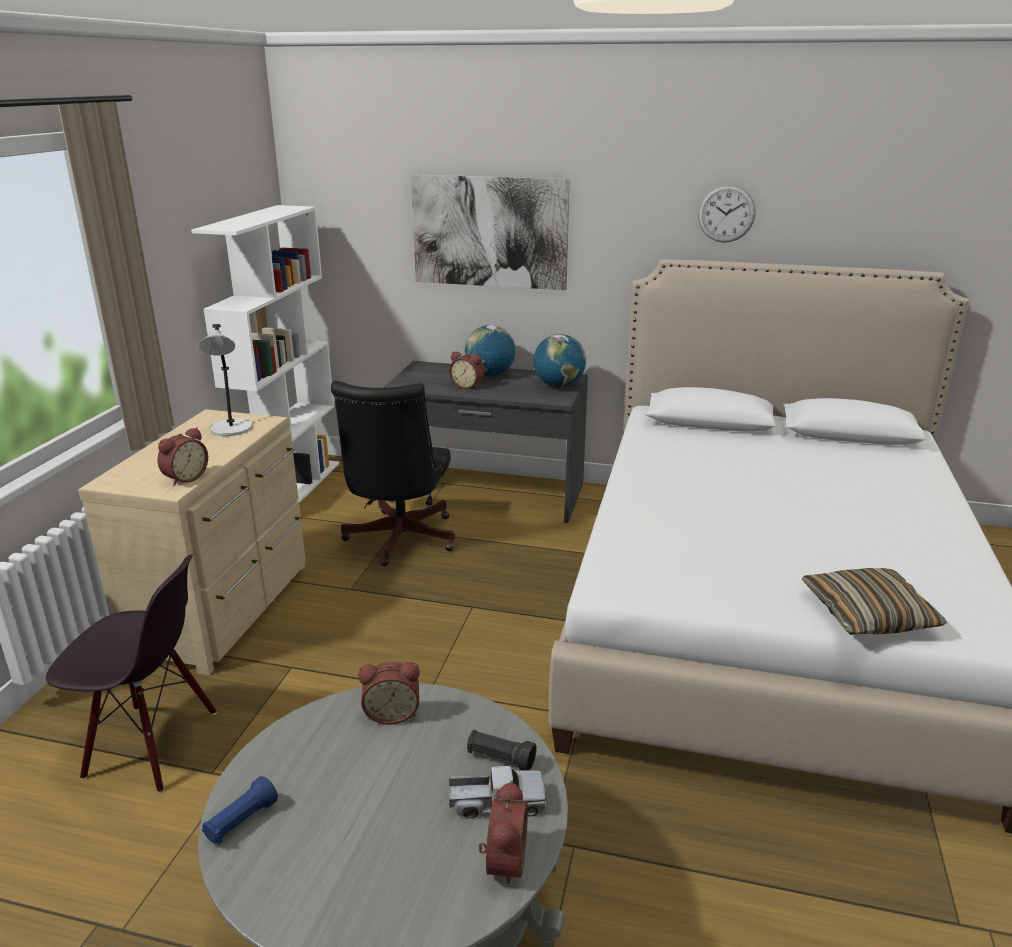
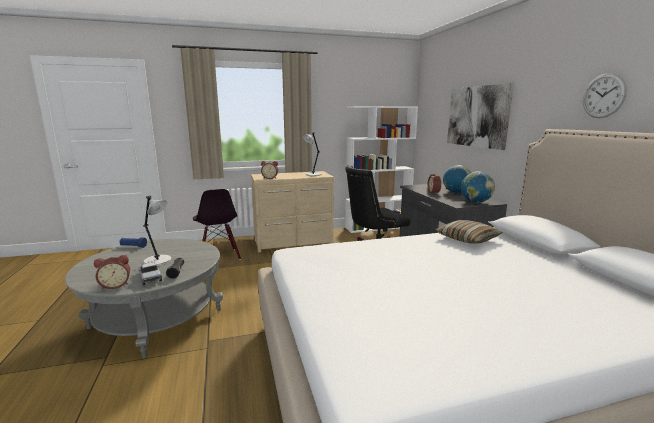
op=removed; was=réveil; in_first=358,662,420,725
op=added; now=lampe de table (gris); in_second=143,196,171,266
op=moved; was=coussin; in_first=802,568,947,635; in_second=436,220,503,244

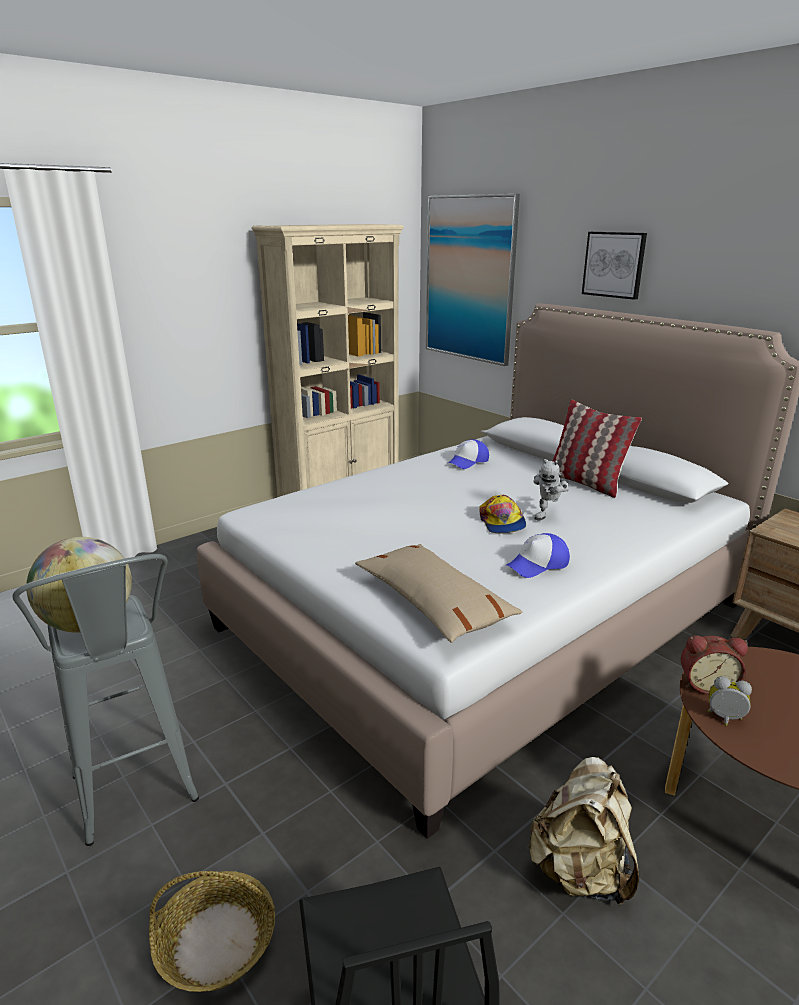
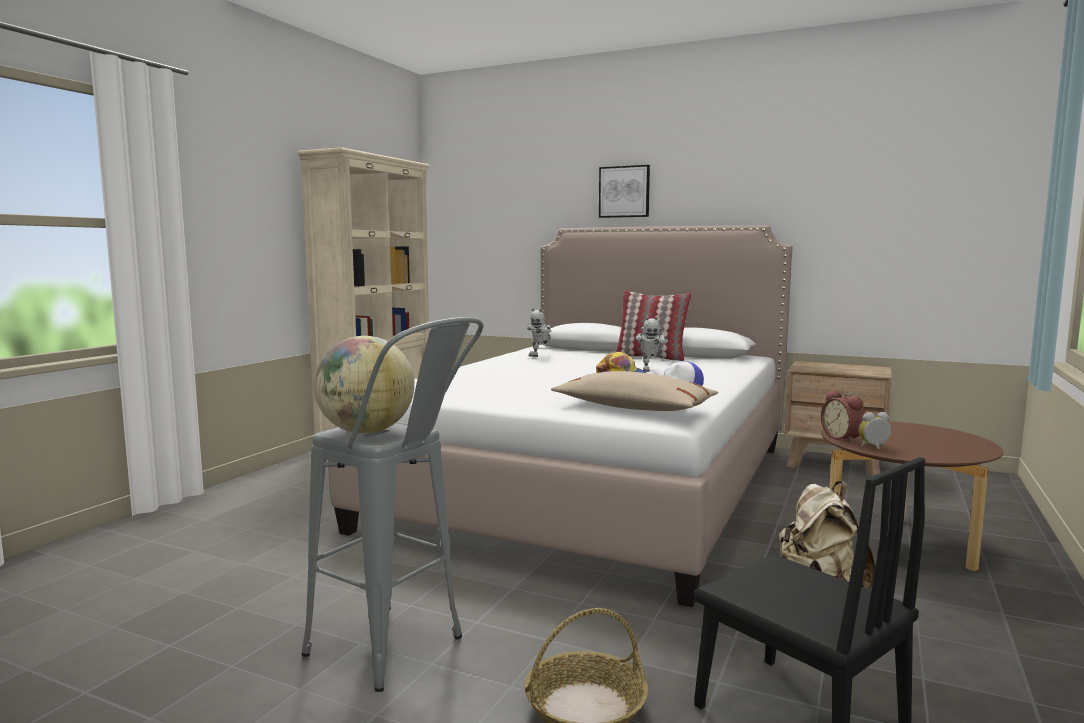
op=removed; was=tableau; in_first=426,194,520,366
op=replaced; was=casquette; now=robot jouet; in_first=448,439,489,469; in_second=527,308,551,357
op=turned; was=réveil; in_first=681,635,748,695; in_second=821,390,865,443; clockwise=90

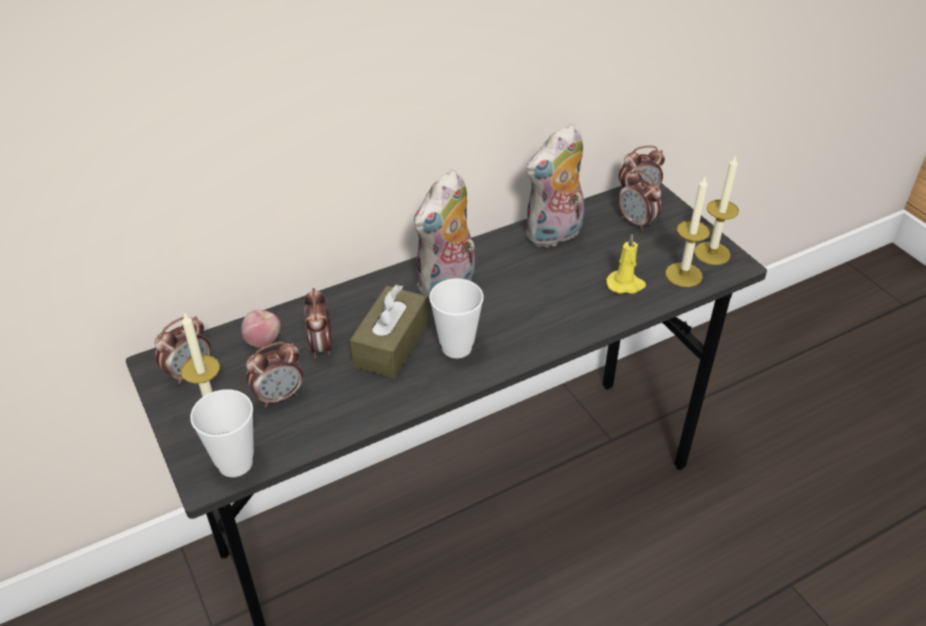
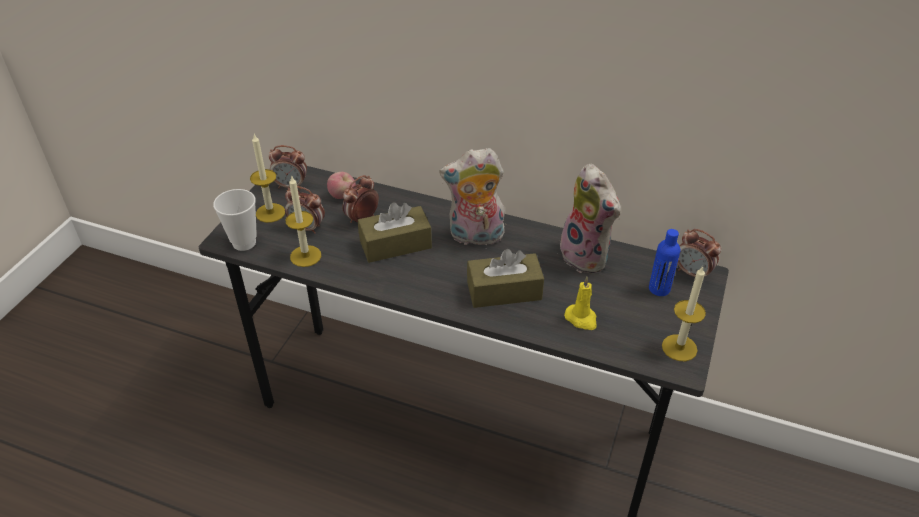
op=removed; was=tasse; in_first=429,279,484,358
op=added; now=boîte à mouchoirs (marron); in_second=467,249,544,308
op=moved; was=bougie; in_first=665,177,710,287; in_second=286,175,321,267
op=replaced; was=réveil; now=bouteille (bleu); in_first=618,169,662,231; in_second=649,229,680,296
op=turned; was=peluche; in_first=526,124,584,247; in_second=560,164,621,273; clockwise=-135

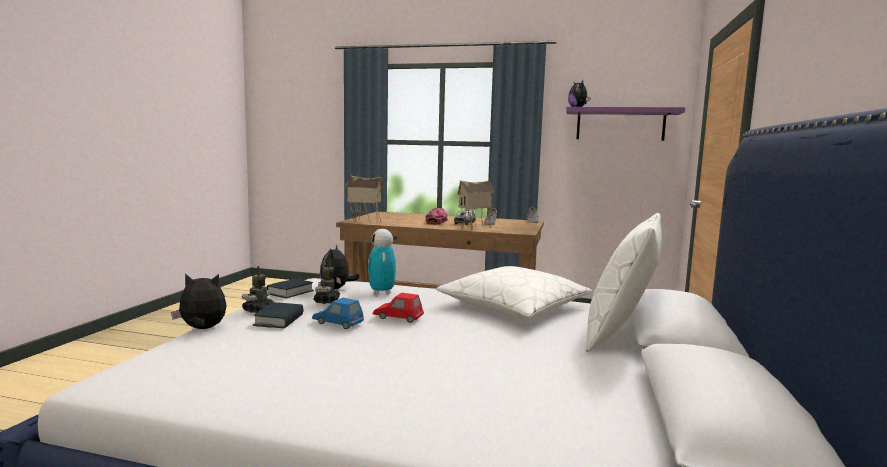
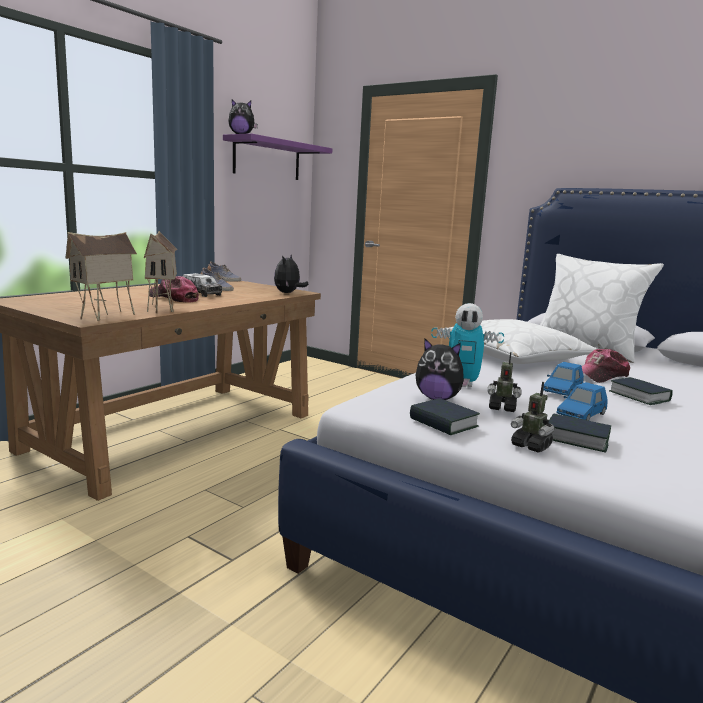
op=added; now=casquette; in_second=582,349,630,383
op=added; now=livre; in_second=609,377,673,405
op=moved; was=peluche; in_first=171,273,227,329; in_second=274,255,309,293
op=moved; was=maison miniature; in_first=457,180,494,230; in_second=144,231,177,313
op=recoloured; was=petite voiture (rouge); now=petite voiture (bleu); in_first=373,293,424,323; in_second=543,362,584,396

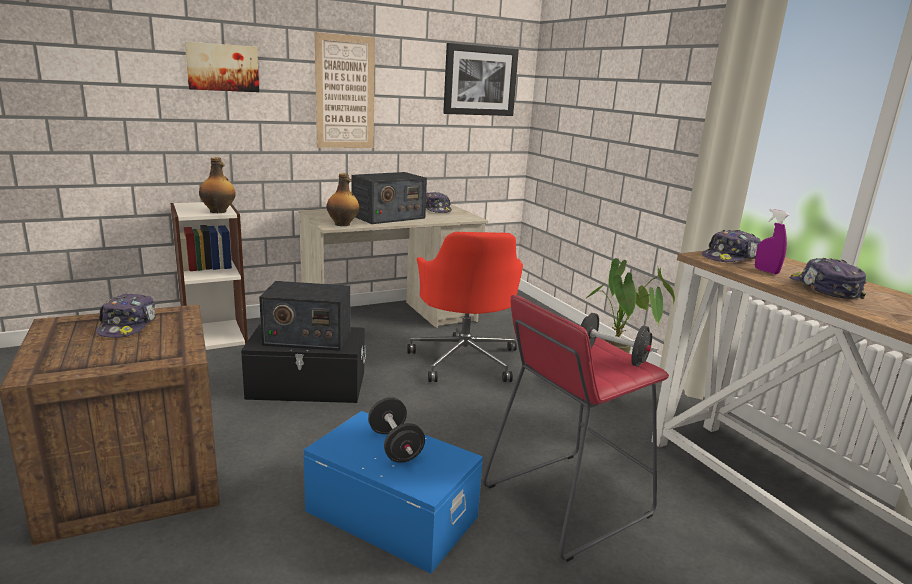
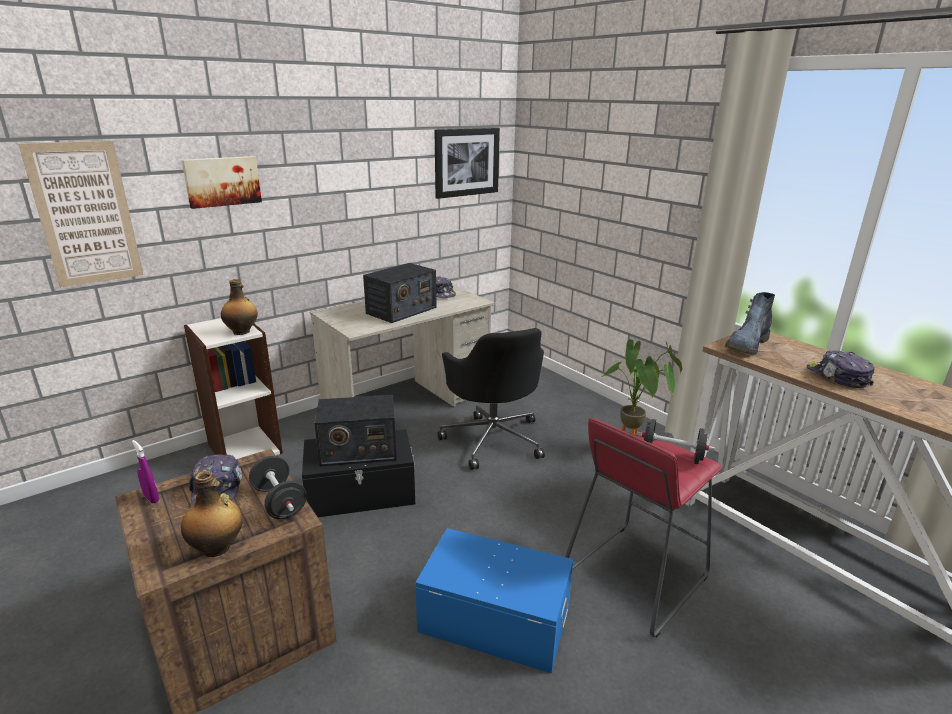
op=moved; was=tableau; in_first=315,32,375,148; in_second=18,141,144,288
op=moved; was=bouteille; in_first=326,173,359,226; in_second=181,471,243,557
op=moved; was=haltère (noir); in_first=368,397,425,463; in_second=249,456,307,519
op=moved; was=vaporisateur (violet); in_first=755,209,789,274; in_second=132,440,159,503
op=replaced; was=casquette; now=botte; in_first=702,230,761,262; in_second=725,292,775,354
op=recoloured; was=chaise de bureau (rouge); now=chaise de bureau (noir); in_first=407,232,523,382; in_second=438,328,545,470

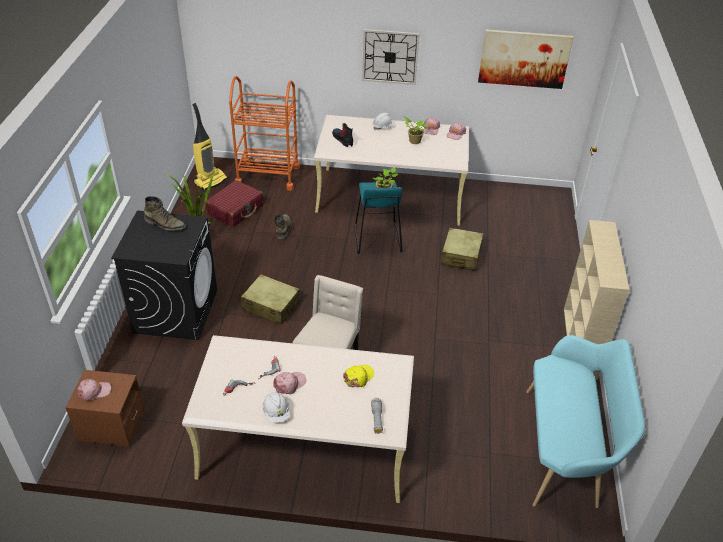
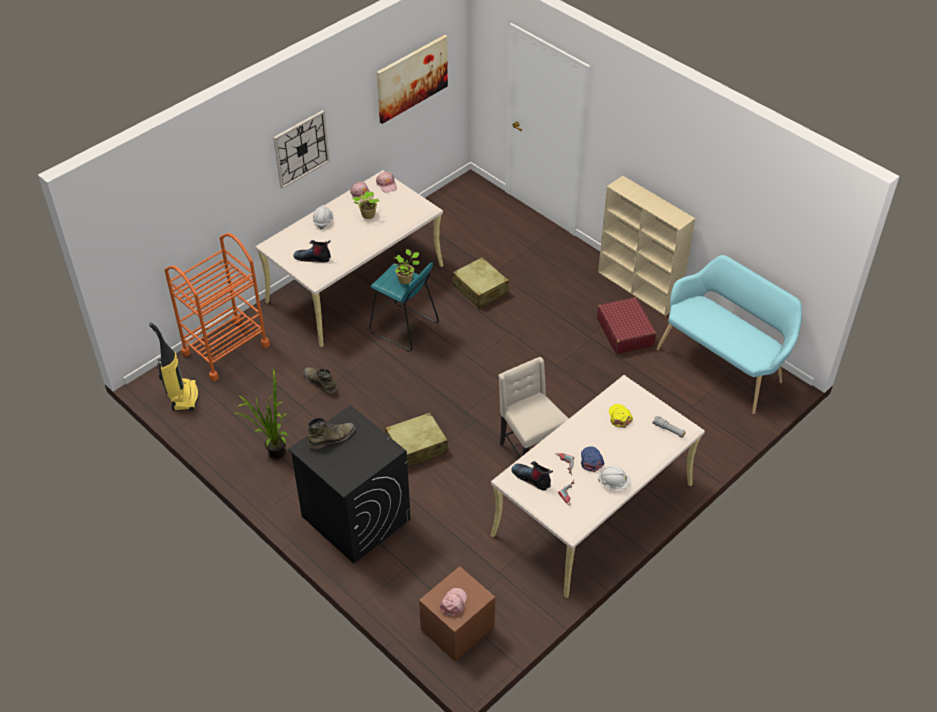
op=added; now=botte; in_second=511,461,553,491
op=moved; was=valise (rouge); in_first=205,180,264,227; in_second=597,297,656,354
op=recoloured; was=casquette (rose); now=casquette (bleu); in_first=273,372,306,394; in_second=581,446,604,472

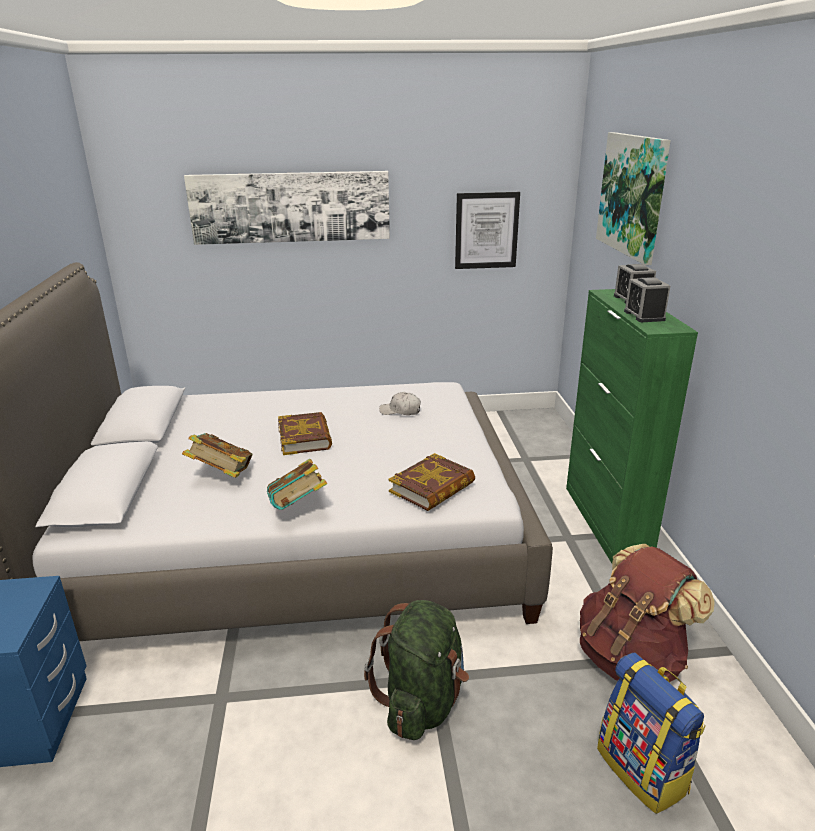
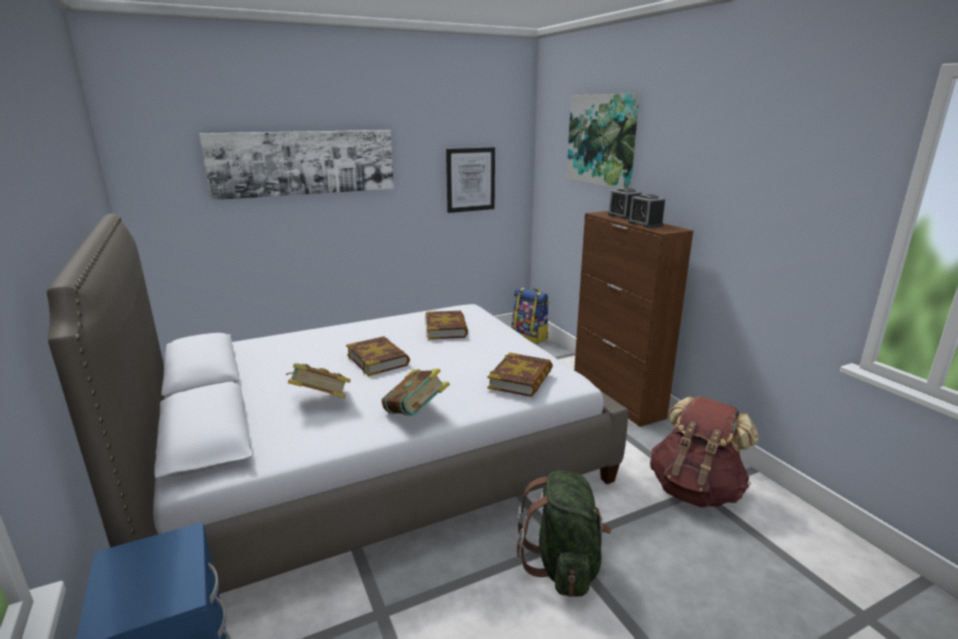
op=moved; was=sac à dos; in_first=597,652,706,814; in_second=512,287,549,344
op=replaced; was=casquette (blanc); now=livre; in_first=379,392,421,415; in_second=426,311,468,340
op=recoloured; was=meuble de rangement (vert); now=meuble de rangement (marron); in_first=566,289,698,563; in_second=574,211,693,427

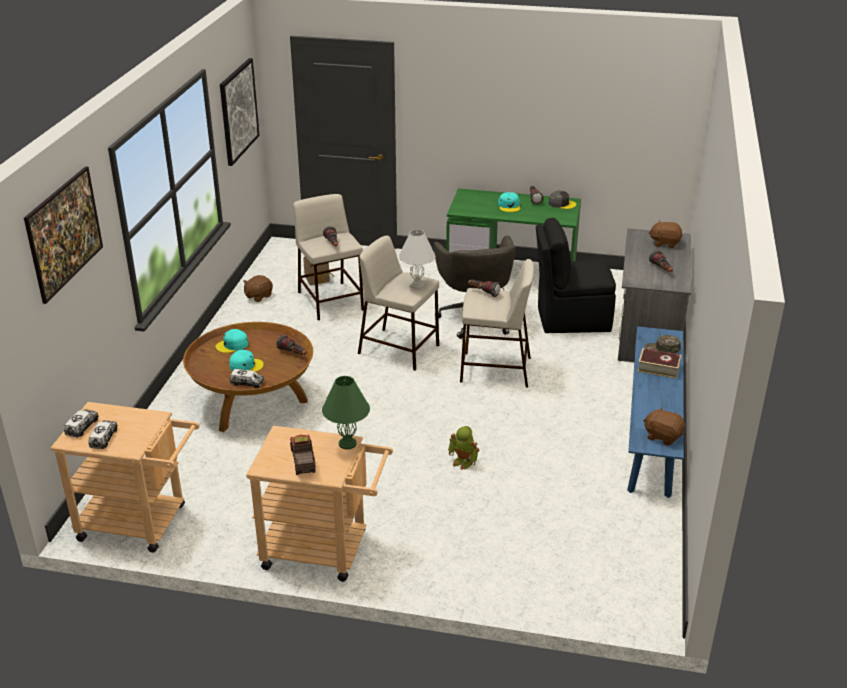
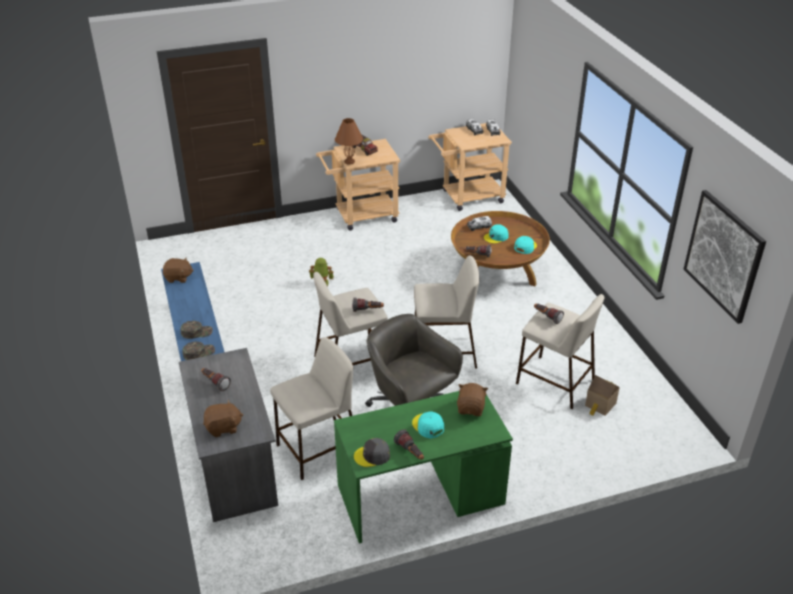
op=removed; was=tableau; in_first=24,166,103,304
op=removed; was=lampe de table (blanc); in_first=399,230,435,289
op=moved; was=peluche (marron); in_first=243,275,273,302; in_second=457,383,488,416
op=replaced; was=chaise (noir); now=tabouret (beige); in_first=536,218,616,333; in_second=270,337,353,480
op=replaced; was=livre; now=casquette (vert); in_first=637,348,681,379; in_second=181,321,213,339
op=recoloured; was=lampe de table (vert); now=lampe de table (marron); in_first=322,376,370,449; in_second=335,118,363,165

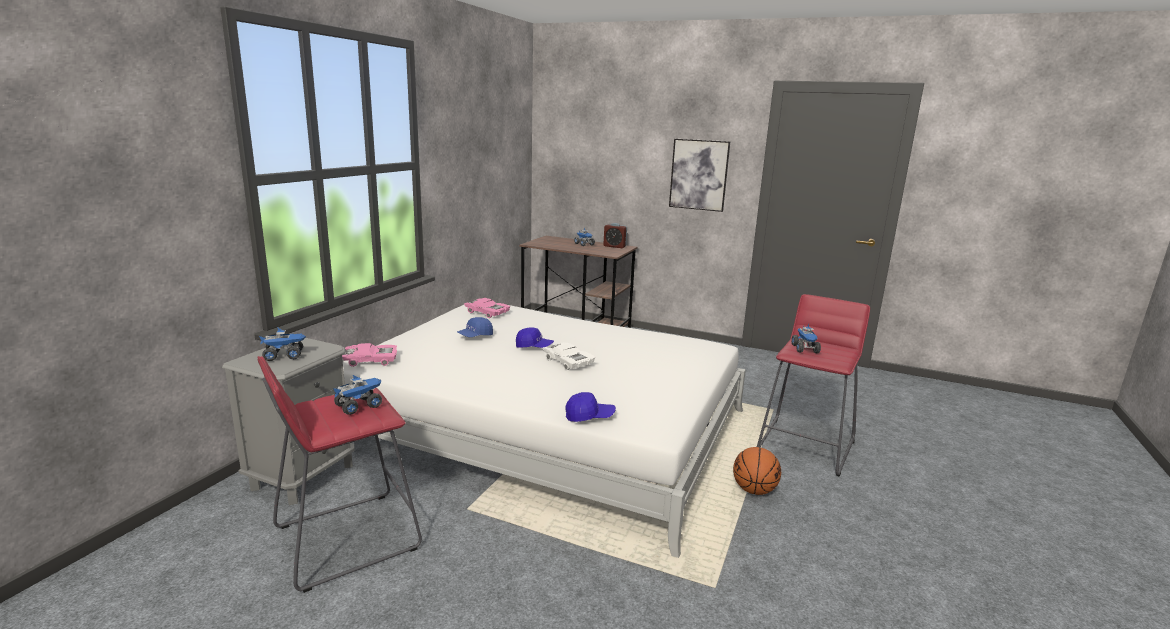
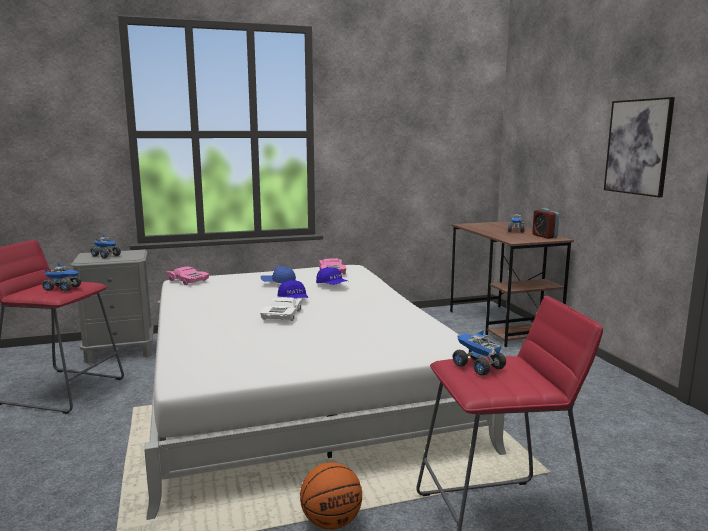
op=moved; was=casquette (bleu); in_first=565,392,616,422; in_second=316,267,347,285
op=turned; was=camion jouet; in_first=792,324,821,353; in_second=452,330,506,375; clockwise=90

